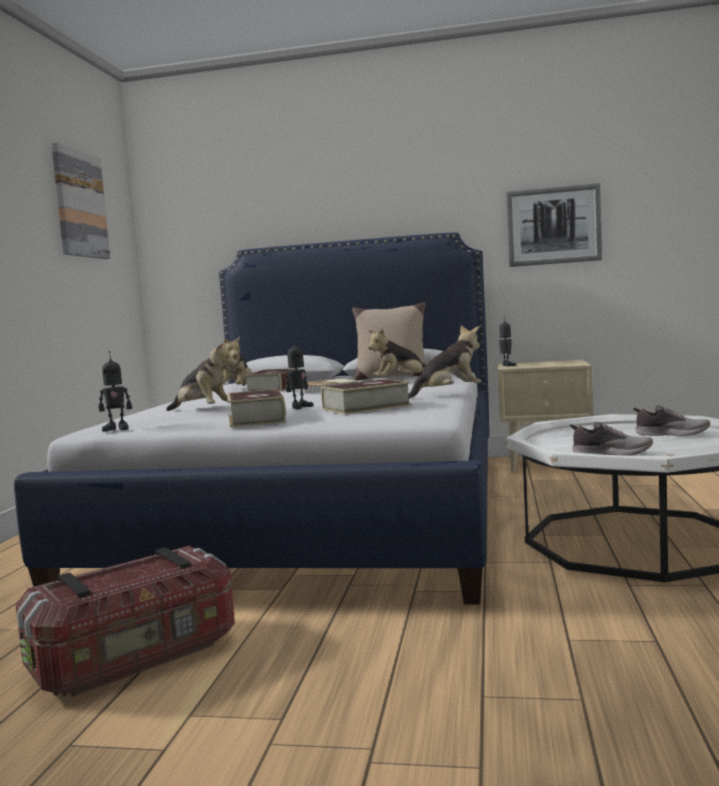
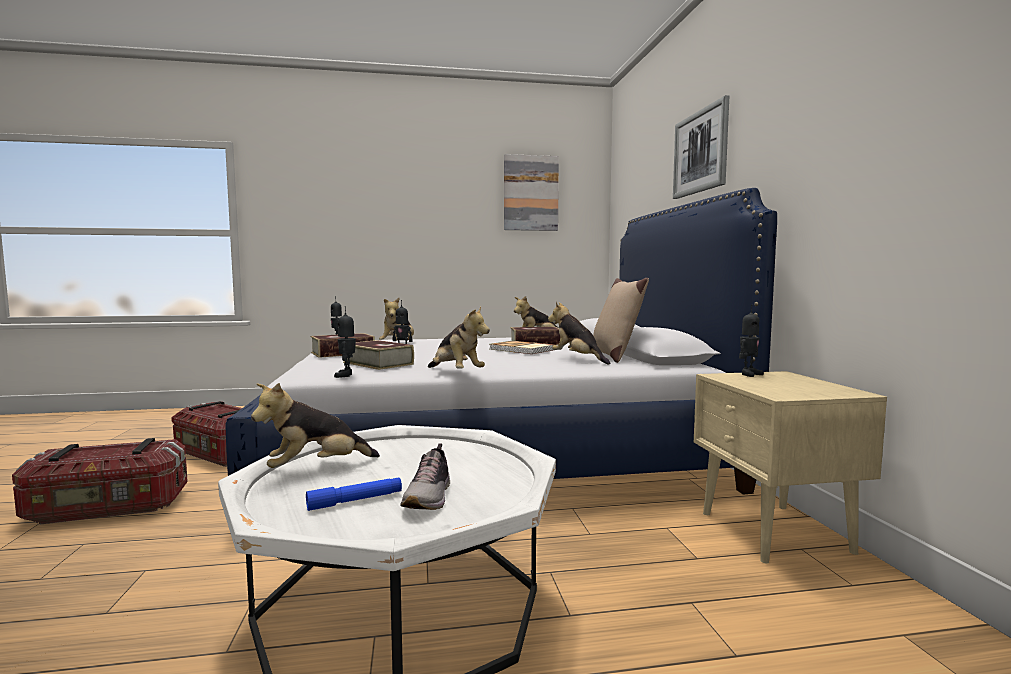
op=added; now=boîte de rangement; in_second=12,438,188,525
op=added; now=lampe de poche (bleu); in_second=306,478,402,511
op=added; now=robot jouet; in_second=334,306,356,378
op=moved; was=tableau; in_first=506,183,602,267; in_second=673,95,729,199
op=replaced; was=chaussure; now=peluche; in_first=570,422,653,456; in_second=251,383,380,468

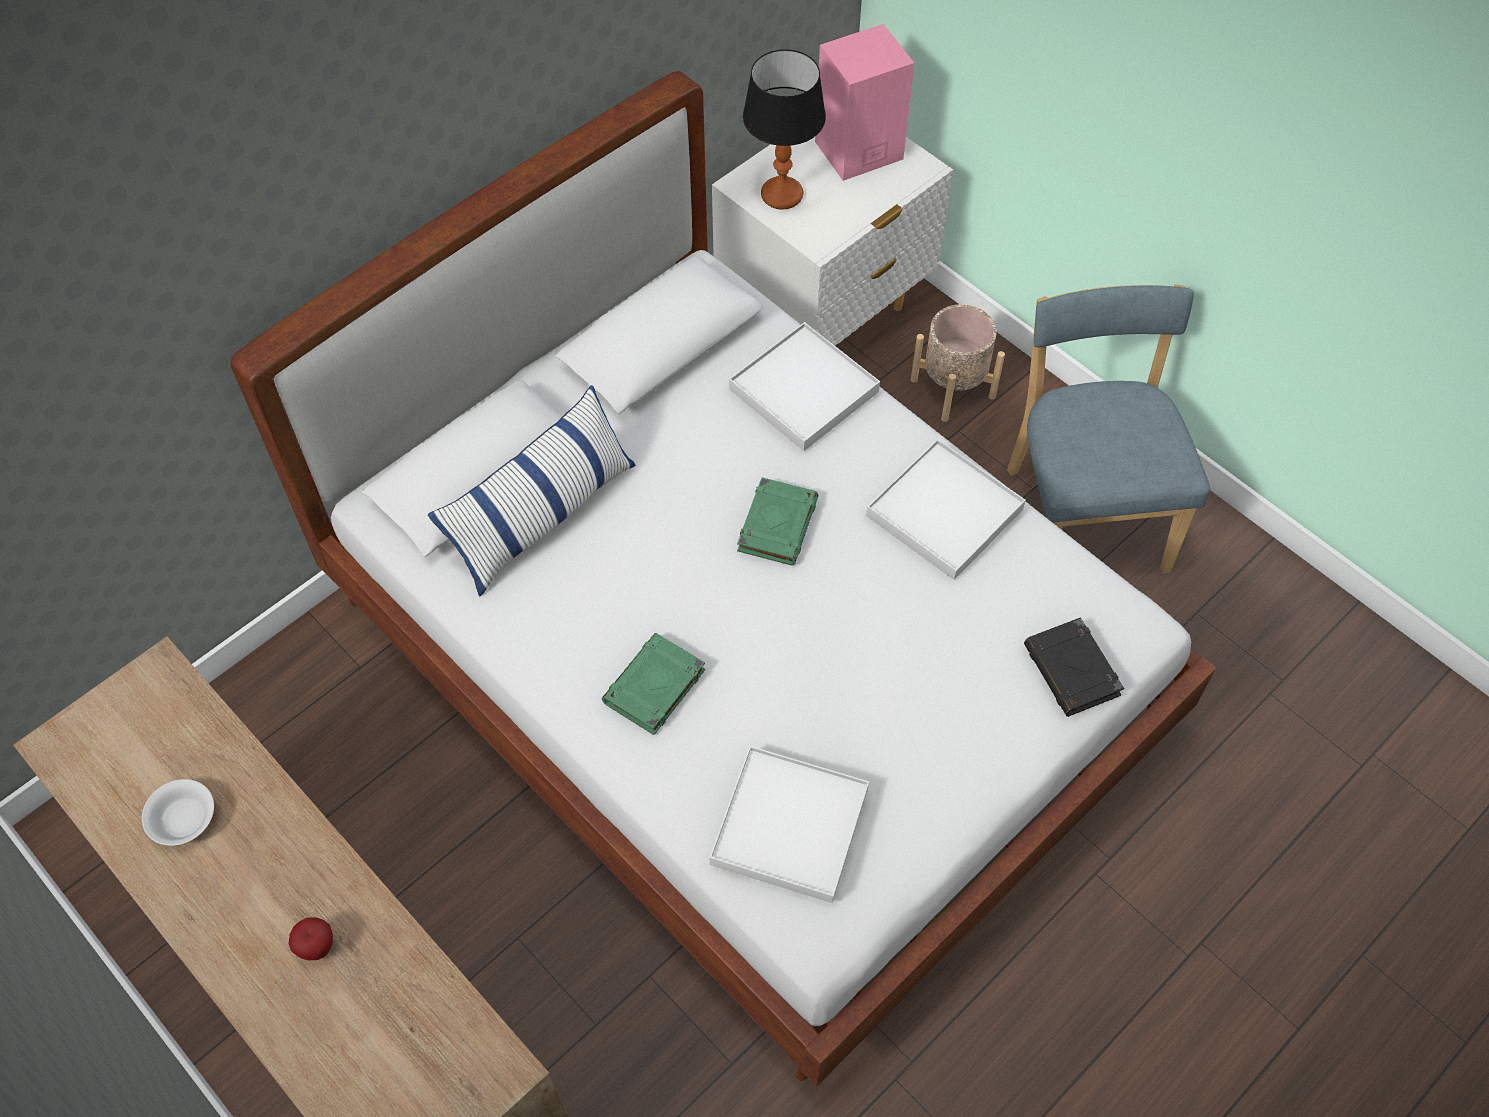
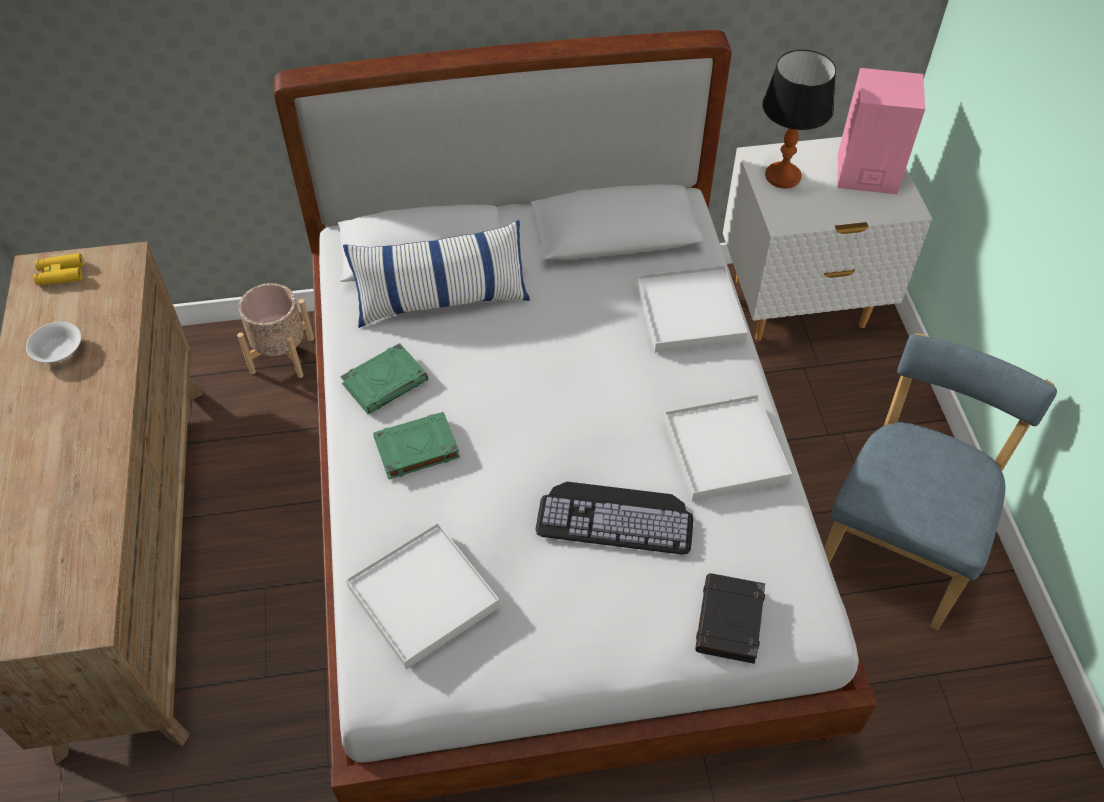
op=removed; was=pomme; in_first=288,917,333,960
op=added; now=jumelles (jaune); in_second=33,253,84,285
op=added; now=clavier; in_second=535,482,694,555
op=moved; was=livre (vert); in_first=737,477,818,565; in_second=340,343,428,414
op=moved; was=cache-pot (beige); in_first=911,304,1005,422; in_second=237,283,314,378

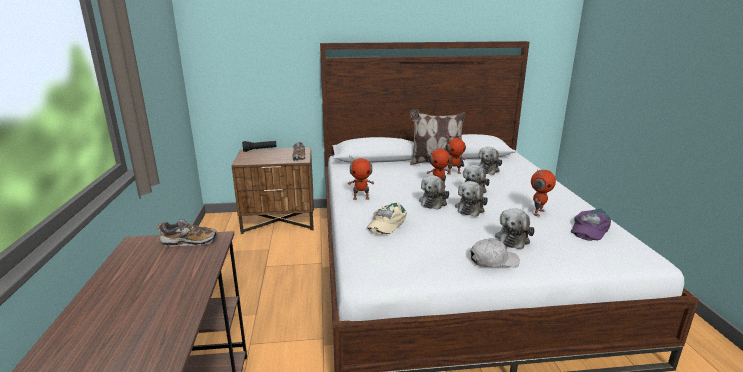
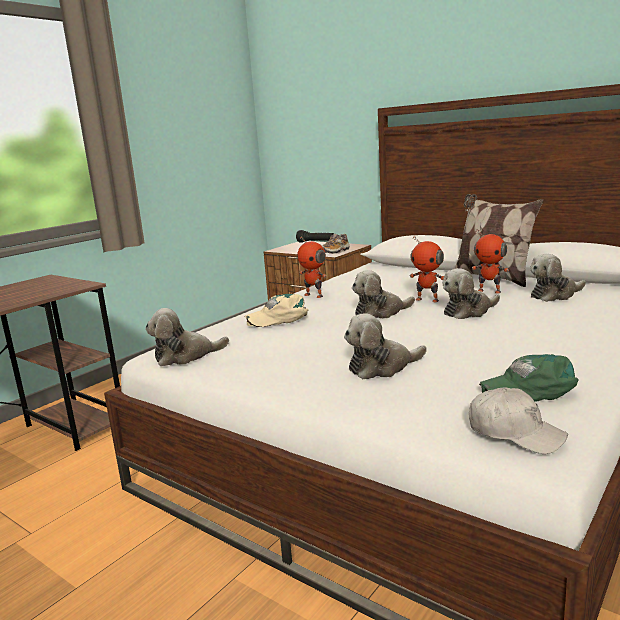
op=removed; was=chaussure; in_first=157,219,217,246
op=removed; was=robot jouet; in_first=531,170,556,216
op=moved; was=peluche; in_first=455,181,488,217; in_second=145,308,229,366
op=moved; was=casquette (blanc); in_first=471,238,520,267; in_second=469,387,568,454
op=recoloured; was=casquette (violet); now=casquette (vert); in_first=571,209,611,241; in_second=479,354,578,401

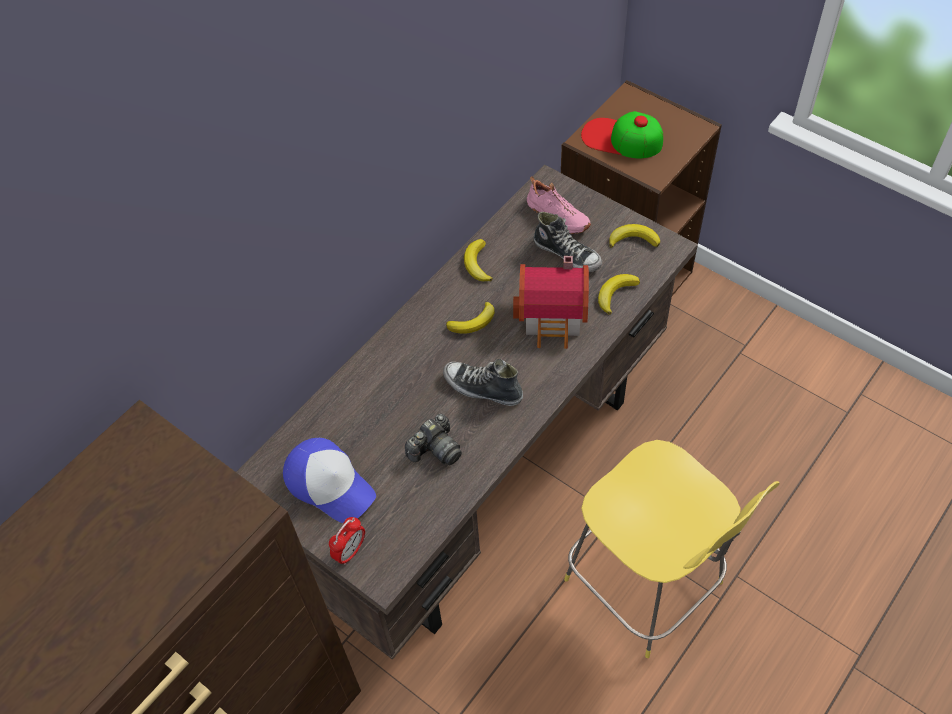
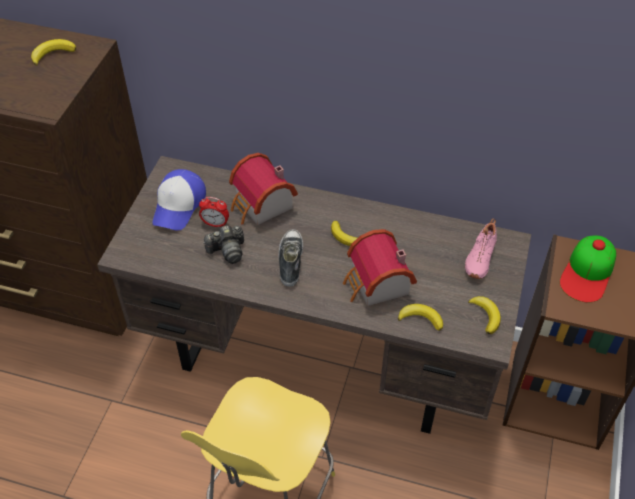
op=removed; was=chaussure; in_first=534,212,602,272
op=added; now=maison miniature; in_second=229,153,298,225
op=moved; was=réveil; in_first=329,517,365,565; in_second=199,197,229,227
op=moved; was=banane; in_first=464,239,493,281; in_second=31,39,76,66
op=turned; was=appareil photo; in_first=405,414,462,465; in_second=204,226,244,264; clockwise=-45
op=turned; was=casquette; in_first=581,111,663,158; in_second=560,236,616,302; clockwise=-150

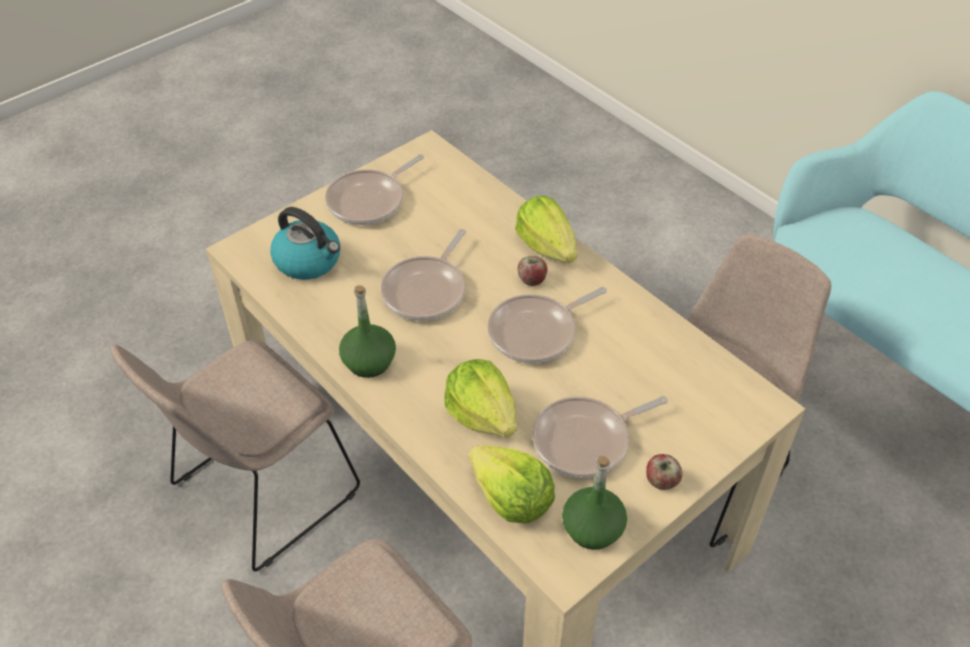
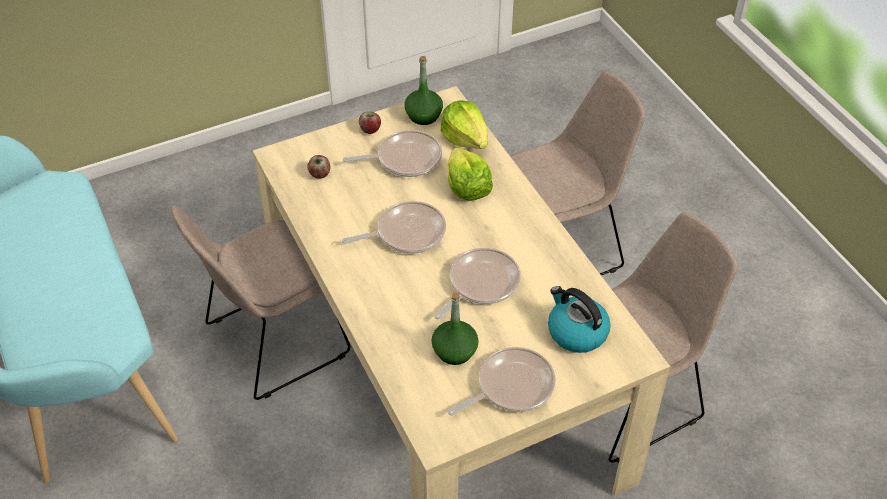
op=removed; was=laitue; in_first=515,196,577,263
op=moved; was=bouteille (vert); in_first=339,285,396,378; in_second=431,292,479,365
op=moved; was=pomme; in_first=518,256,547,286; in_second=307,155,330,179

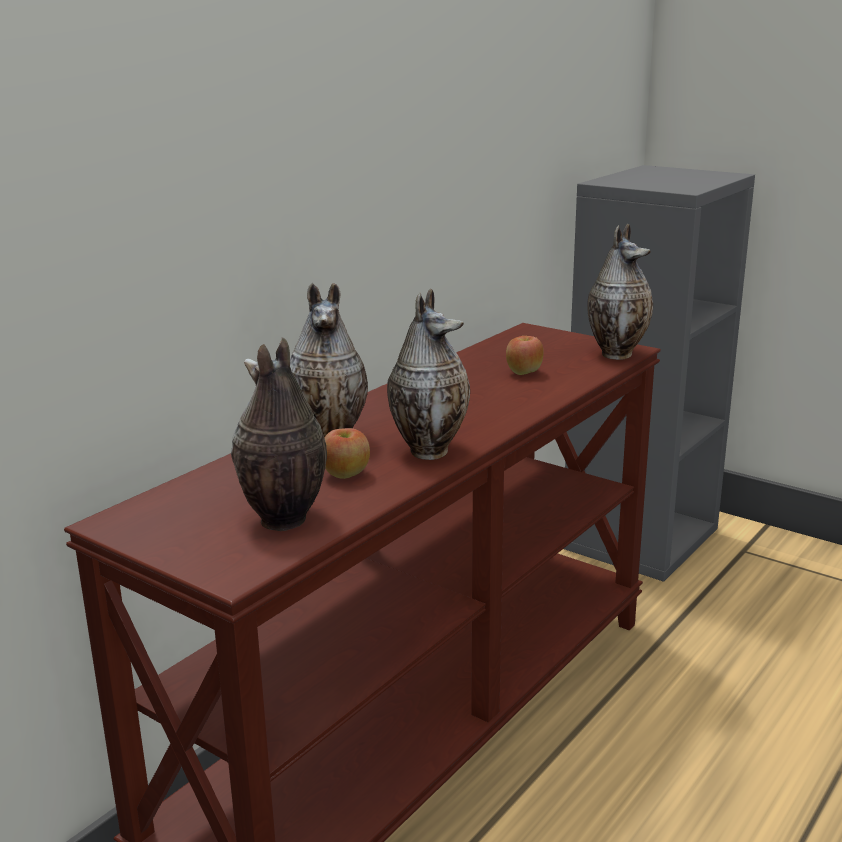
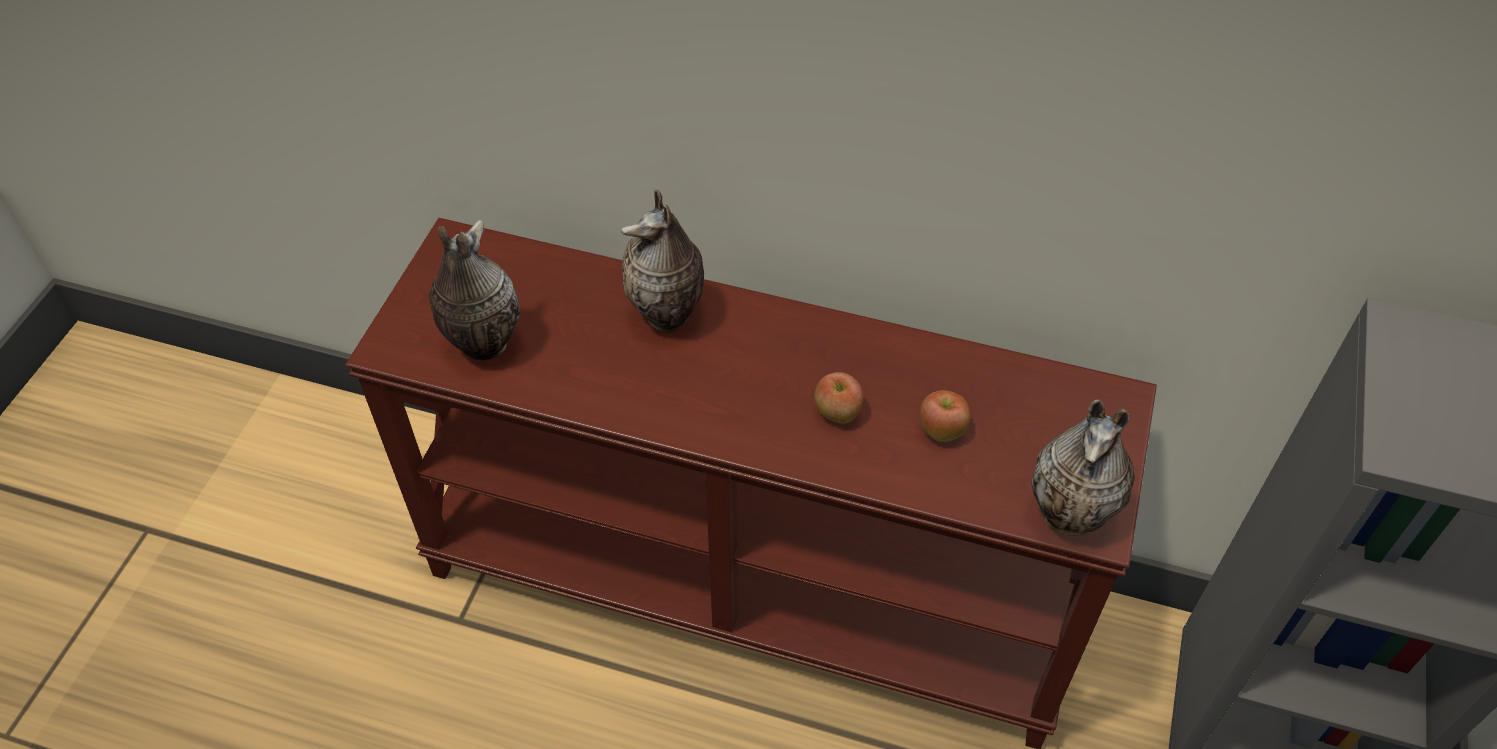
op=removed; was=vase; in_first=387,289,470,460
op=moved; was=pomme; in_first=324,428,370,479; in_second=814,372,863,424

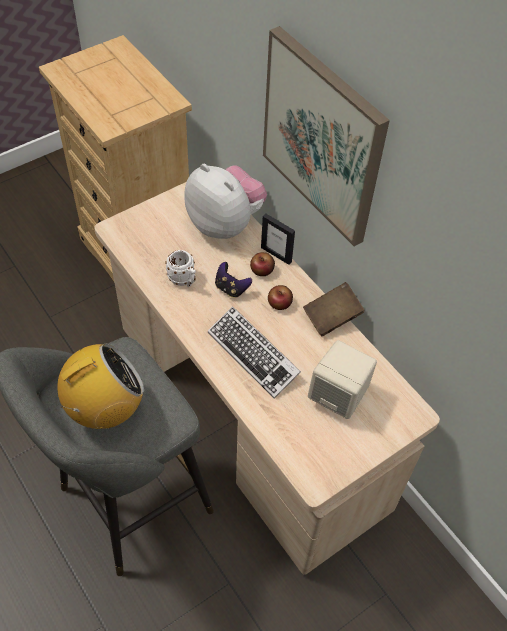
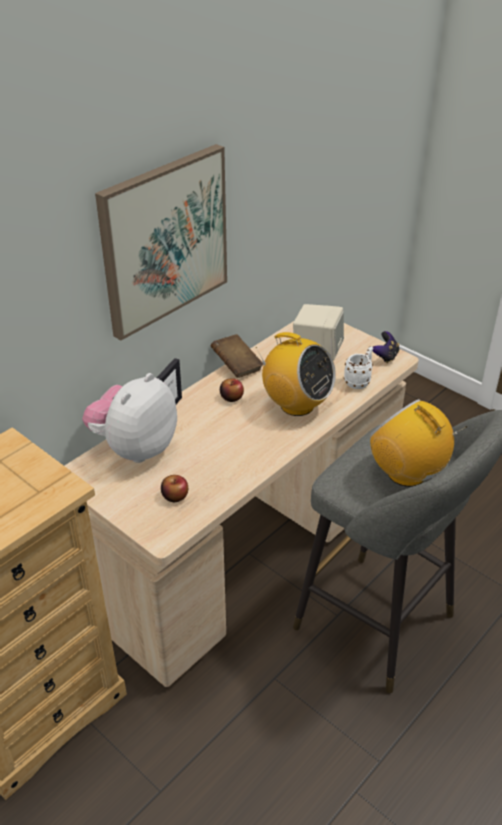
op=moved; was=mug (blanc); in_first=165,250,196,287; in_second=344,346,373,389
op=moved; was=manette; in_first=215,262,252,298; in_second=373,331,400,363
op=moved; was=pomme; in_first=250,252,275,276; in_second=161,475,188,502
op=replaced; was=clavier; now=radio; in_first=208,306,301,399; in_second=256,332,336,416

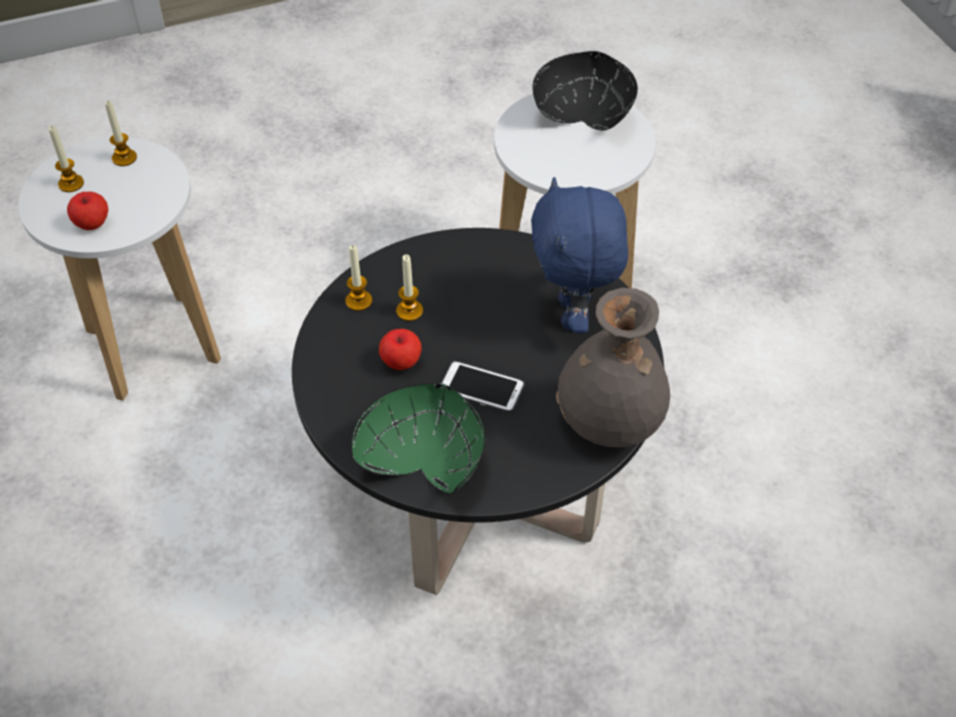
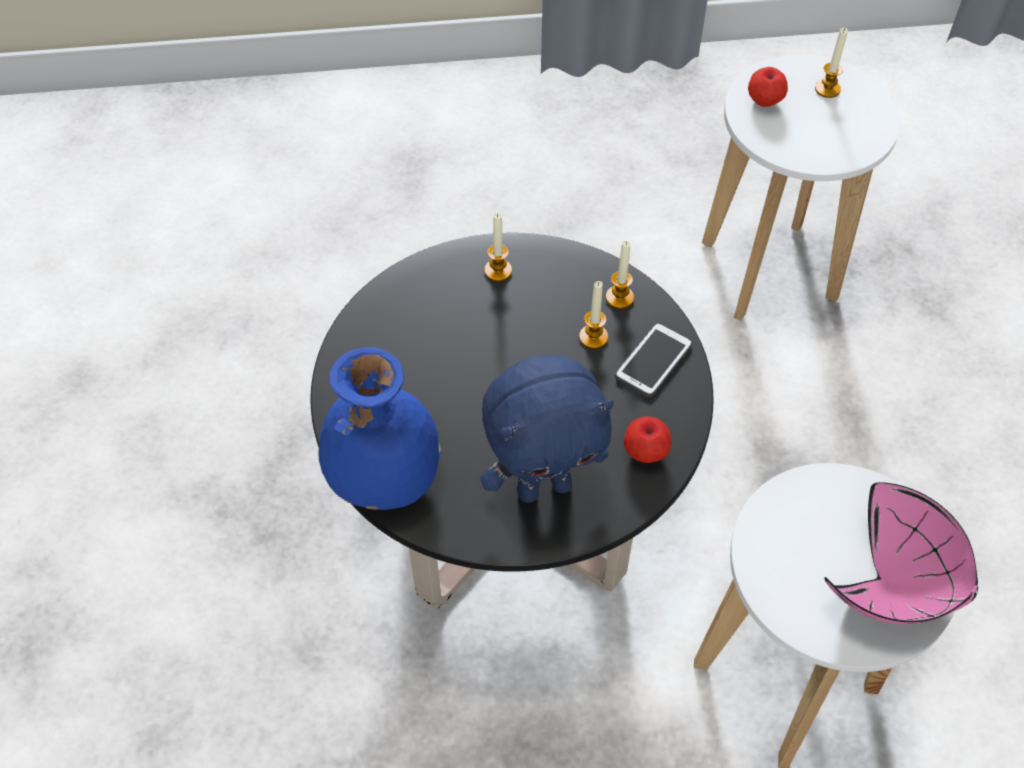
op=removed; was=bol (vert); in_first=351,383,485,494
op=moved; was=bougie; in_first=105,100,137,166; in_second=484,214,512,281
op=moved; was=pomme; in_first=379,329,421,370; in_second=624,416,671,463
op=moved; was=téléphone; in_first=441,361,525,413; in_second=615,322,692,397
op=recoloured; was=bol (noir); now=bol (rose); in_first=532,51,638,130; in_second=824,482,978,624
op=recoloured; was=vase (gris); now=vase (bleu); in_first=556,288,670,447; in_second=318,347,441,510
op=turned; was=peluche (bleu); in_first=531,177,628,333; in_second=480,355,614,503; clockwise=150

